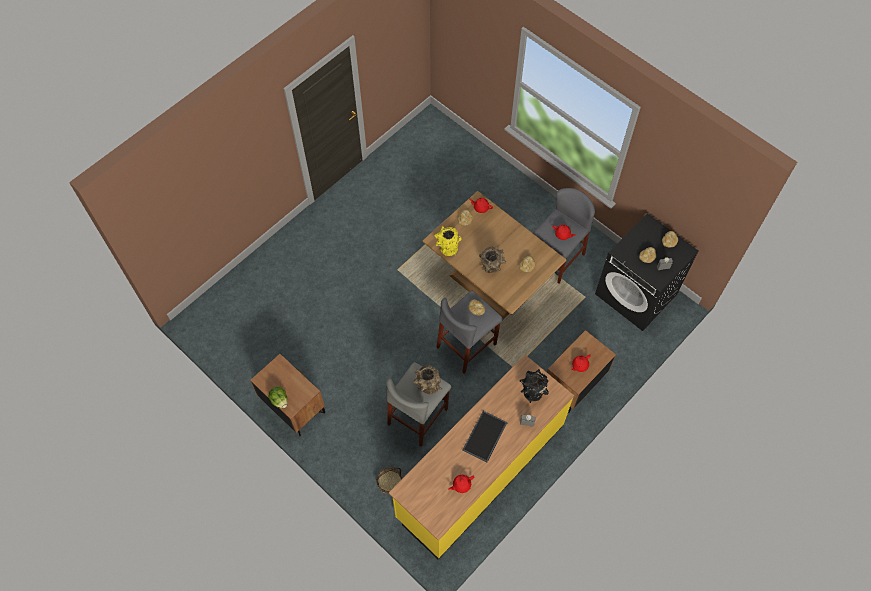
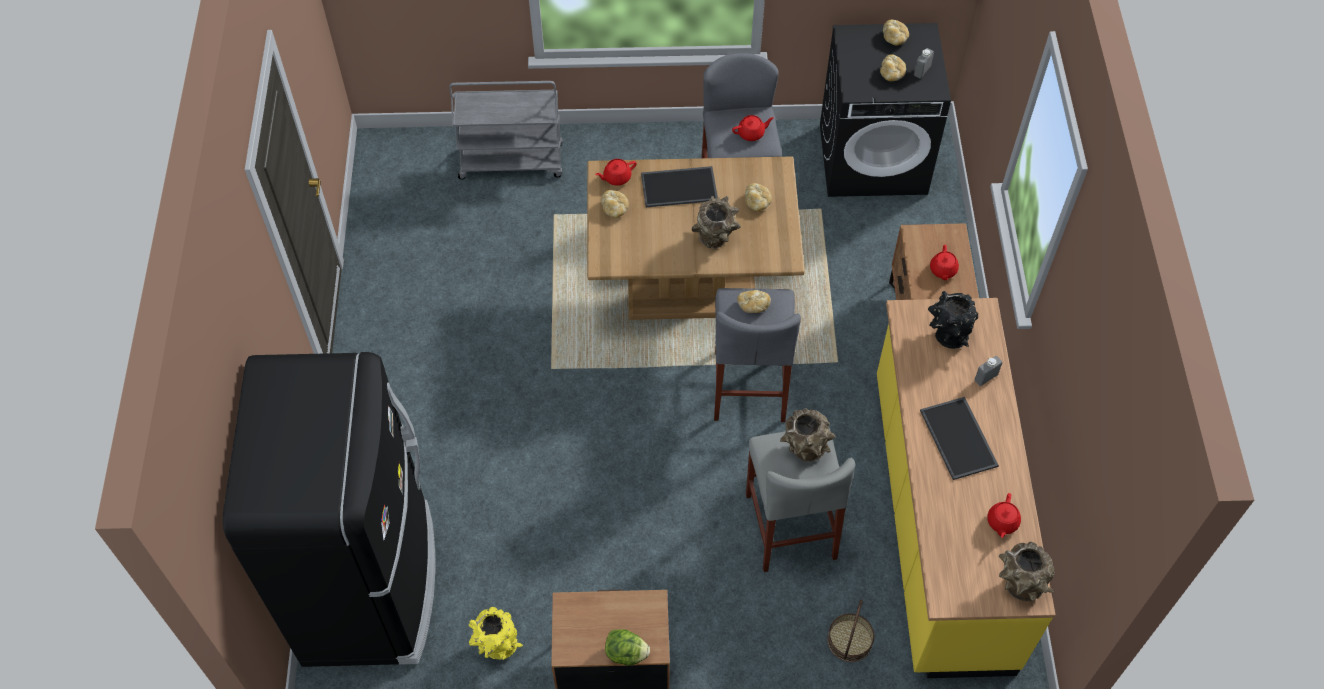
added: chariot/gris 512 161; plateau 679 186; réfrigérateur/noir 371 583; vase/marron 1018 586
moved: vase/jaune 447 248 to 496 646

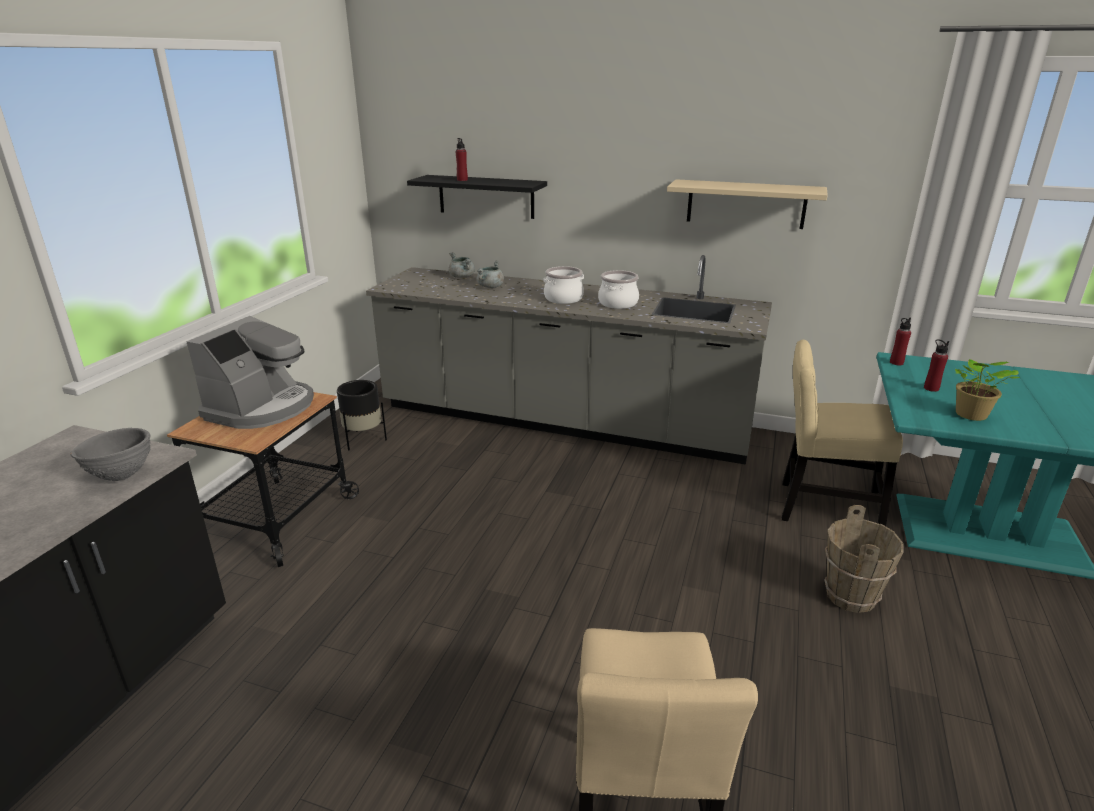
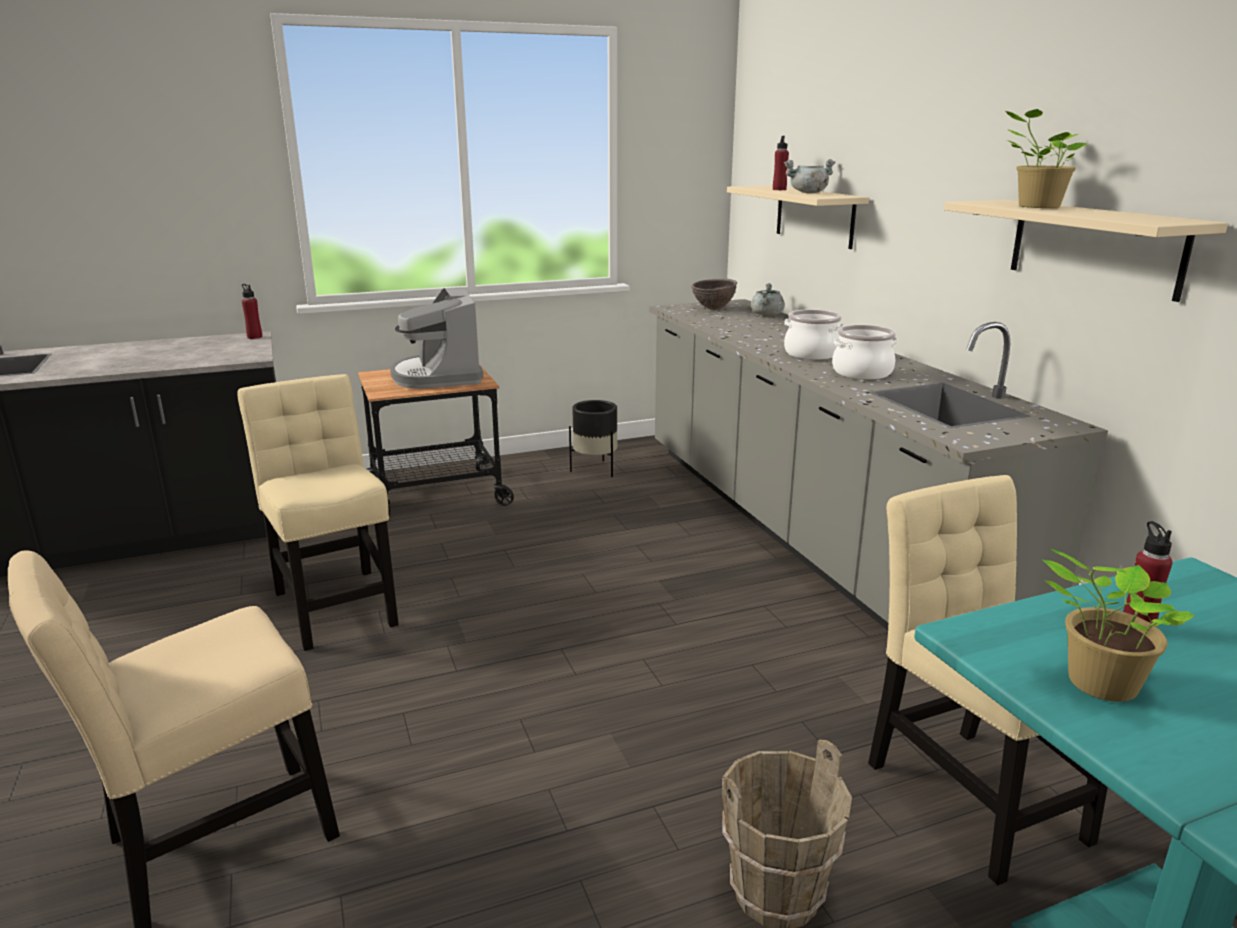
removed: bol/gris 122 476
added: plante en pot 1035 206; bol/marron 713 309; chaise/beige 335 604
moved: marmite/gris 490 287 to 808 193; bouteille/rouge 896 363 to 254 337
recoloured: étagère/noir 486 196 to étagère/beige 814 216
turned: machine à café 262 408 = 438 376 90 degrees clockwise

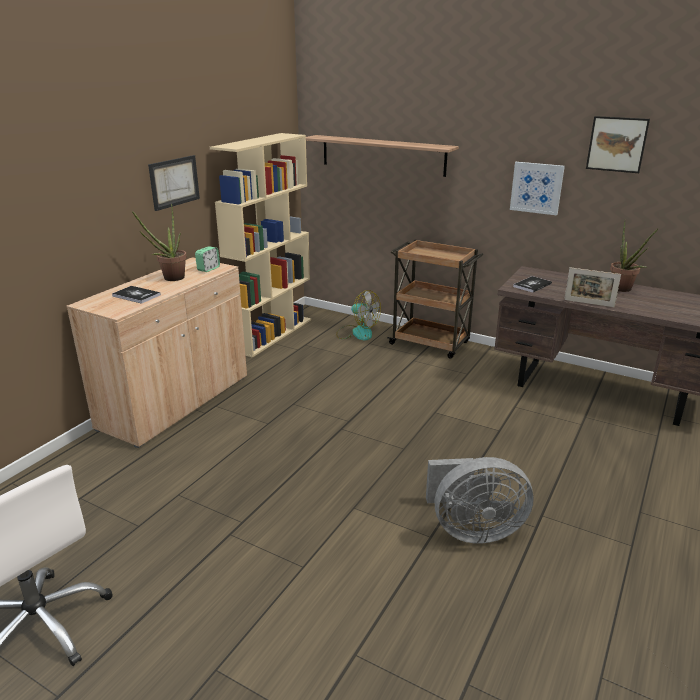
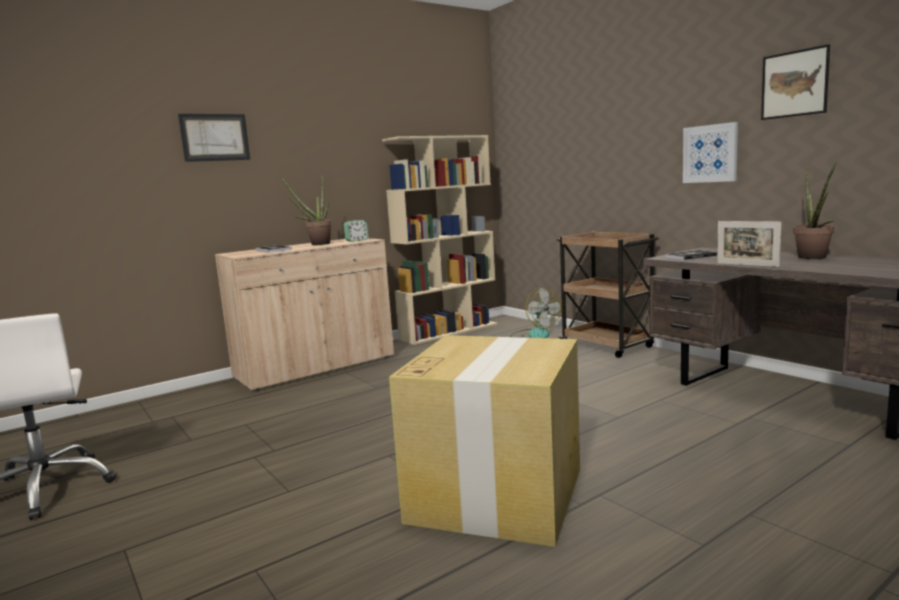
removed: étagère 382 155
moved: tableau 174 182 to 215 137
replaced: ventilateur/gris 472 530 to carton 497 493

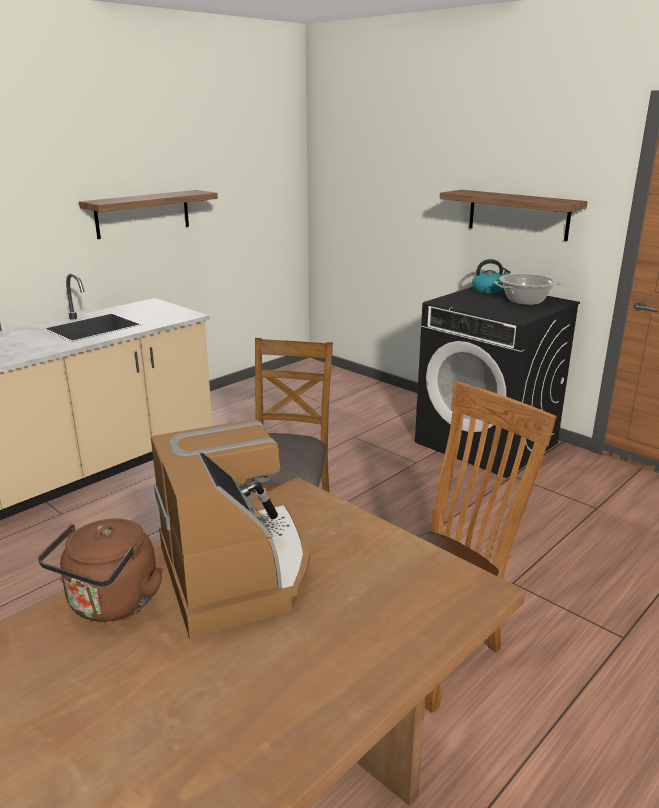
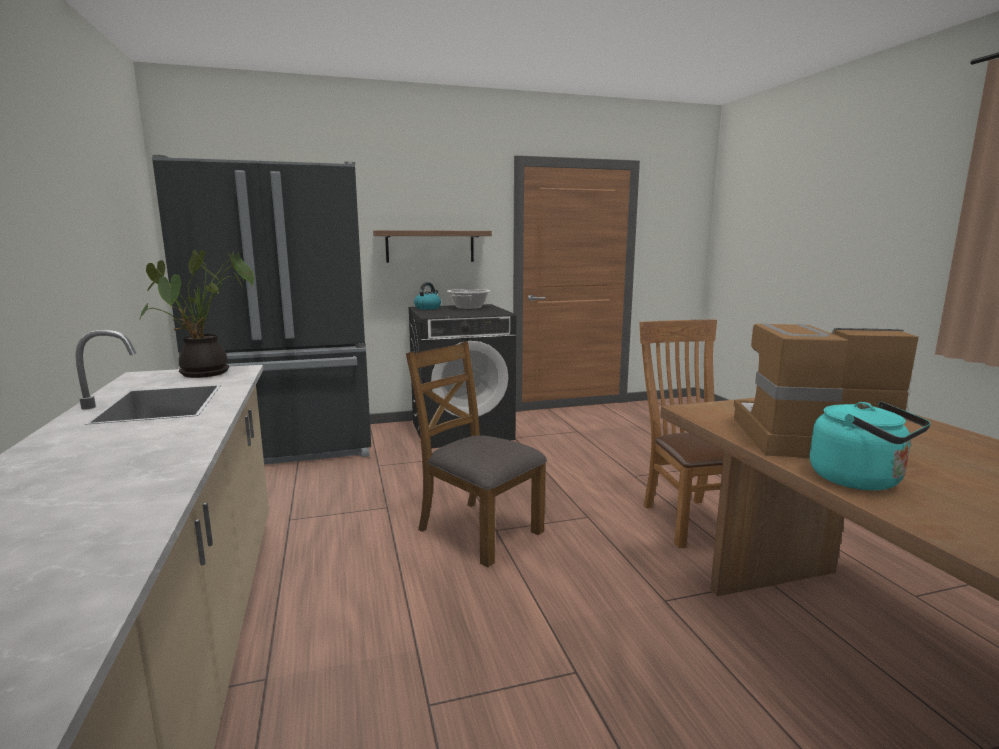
removed: étagère 143 214
added: réfrigérateur/noir 290 448; plante en pot 205 374
recoloured: bouilloire/marron 111 604 to bouilloire/turquoise 860 480

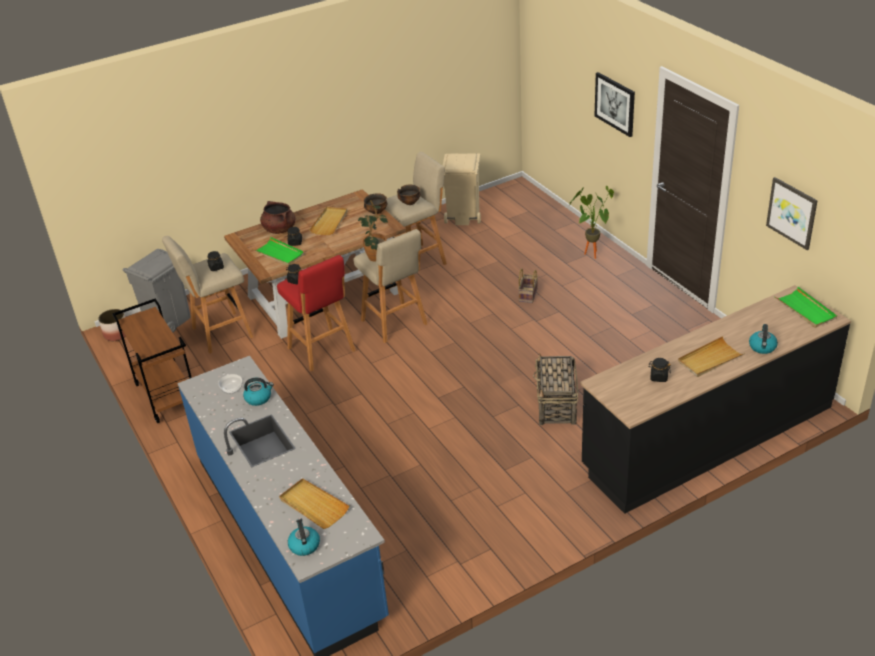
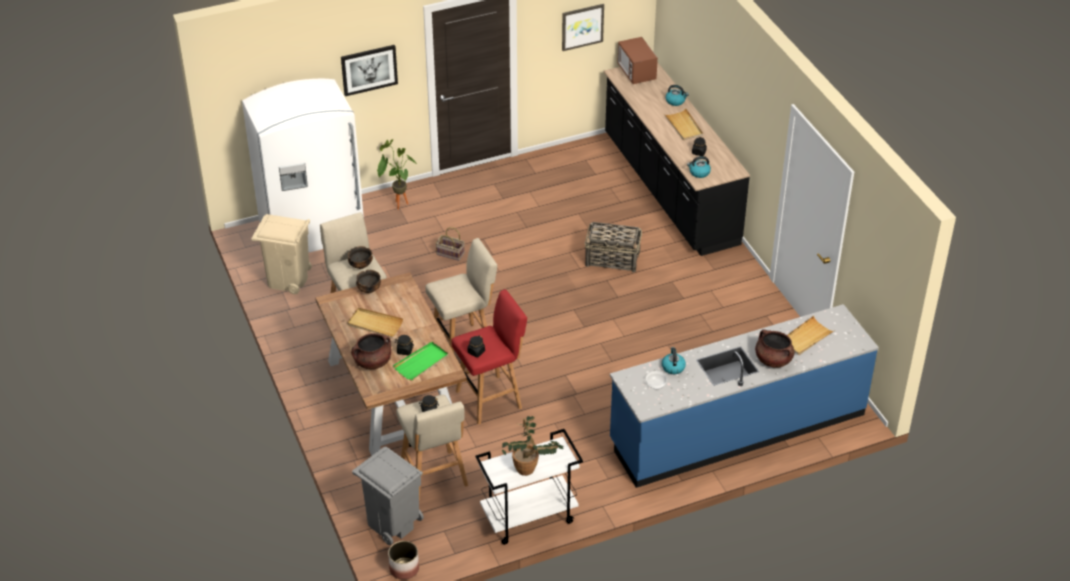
added: réfrigérateur/blanc 312 230; marmite/marron 773 360
moved: plante en pot 375 259 to 530 470; bouilloire 304 545 to 699 173
replaced: plateau/vert 805 309 to micro-ondes 636 73
recoloured: chariot/marron 166 395 to chariot/blanc 528 518

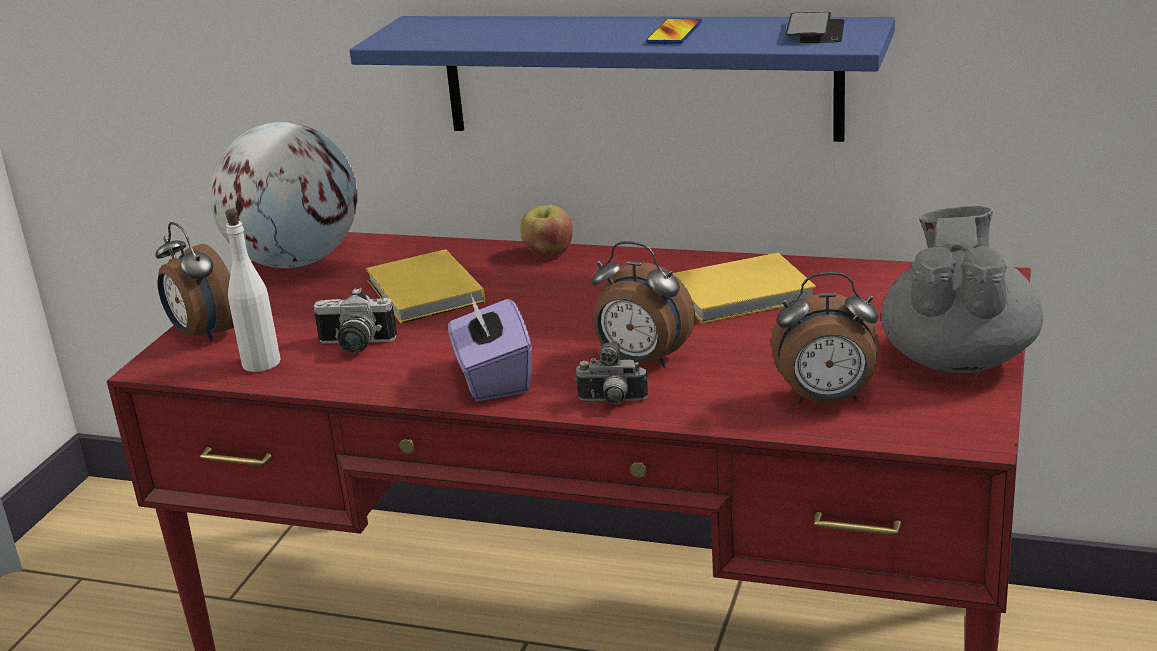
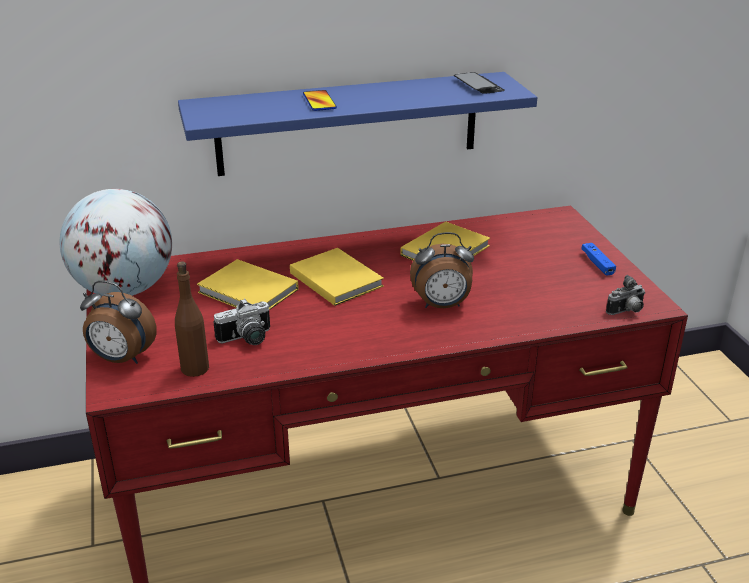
removed: pomme 548 253; réveil 826 400; boîte à mouchoirs/violet 493 379
added: livre/jaune 336 278
moved: téléphone 674 33 to 319 101; appareil photo 612 402 to 626 311
replaced: théière/gris 958 358 to manette/bleu 597 263
recoloured: bouteille/blanc 261 363 to bouteille/marron 194 368

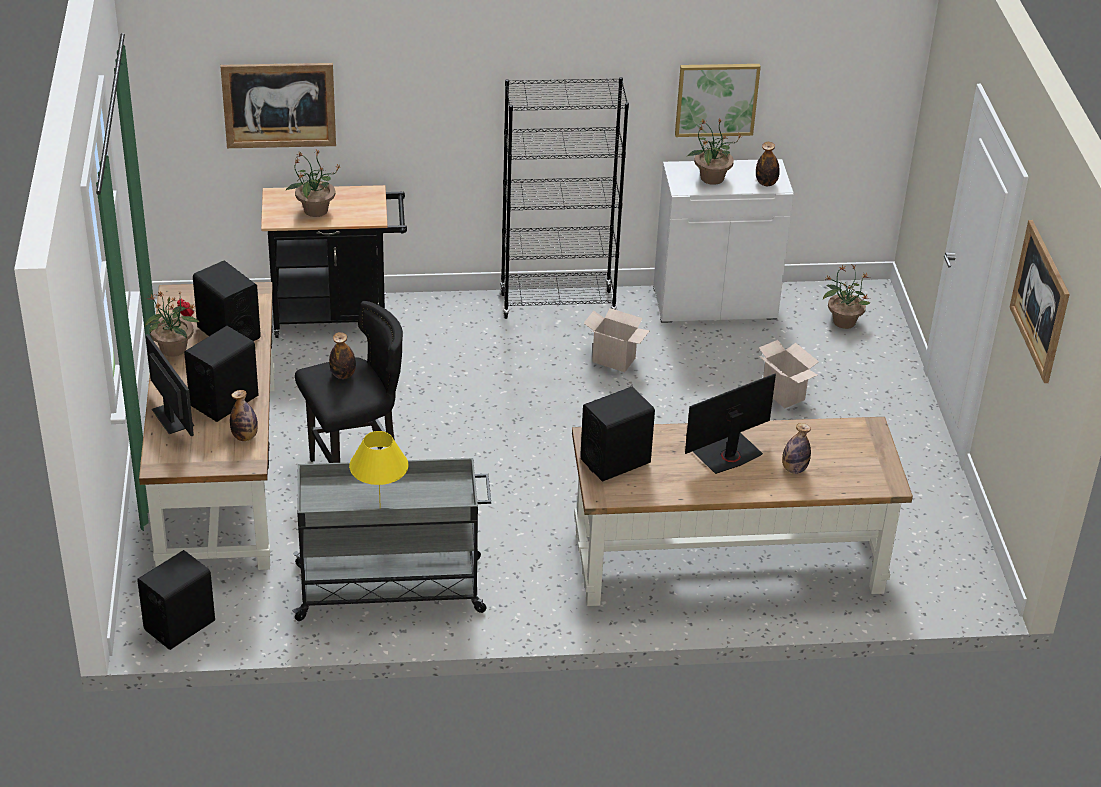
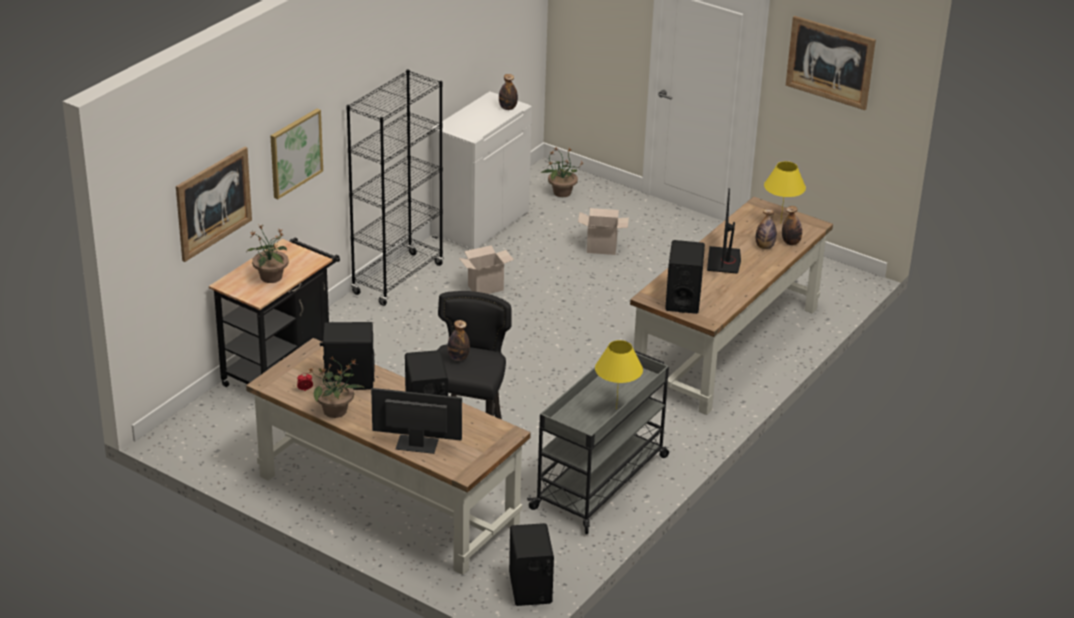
removed: plante en pot 711 178
added: lampe de table/jaune 780 224
moved: tableau 716 99 to 295 153; bouteille 245 437 to 791 242

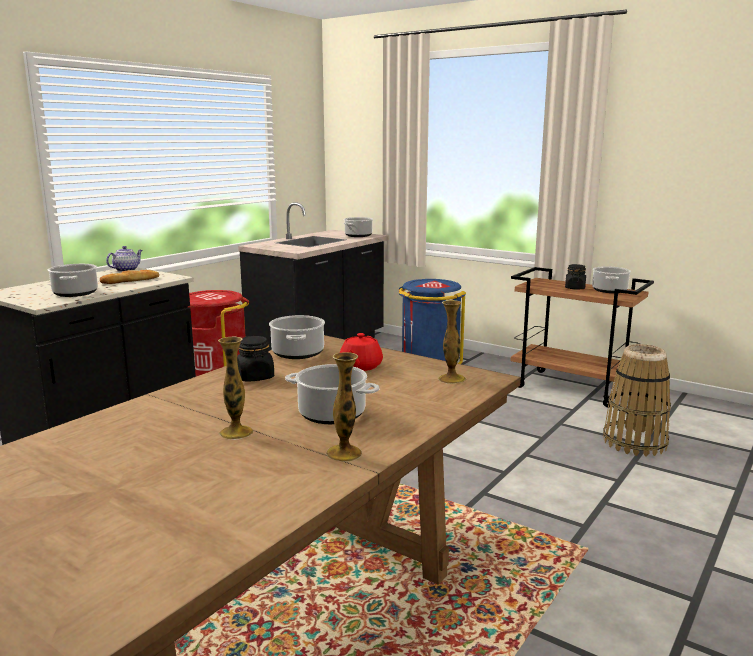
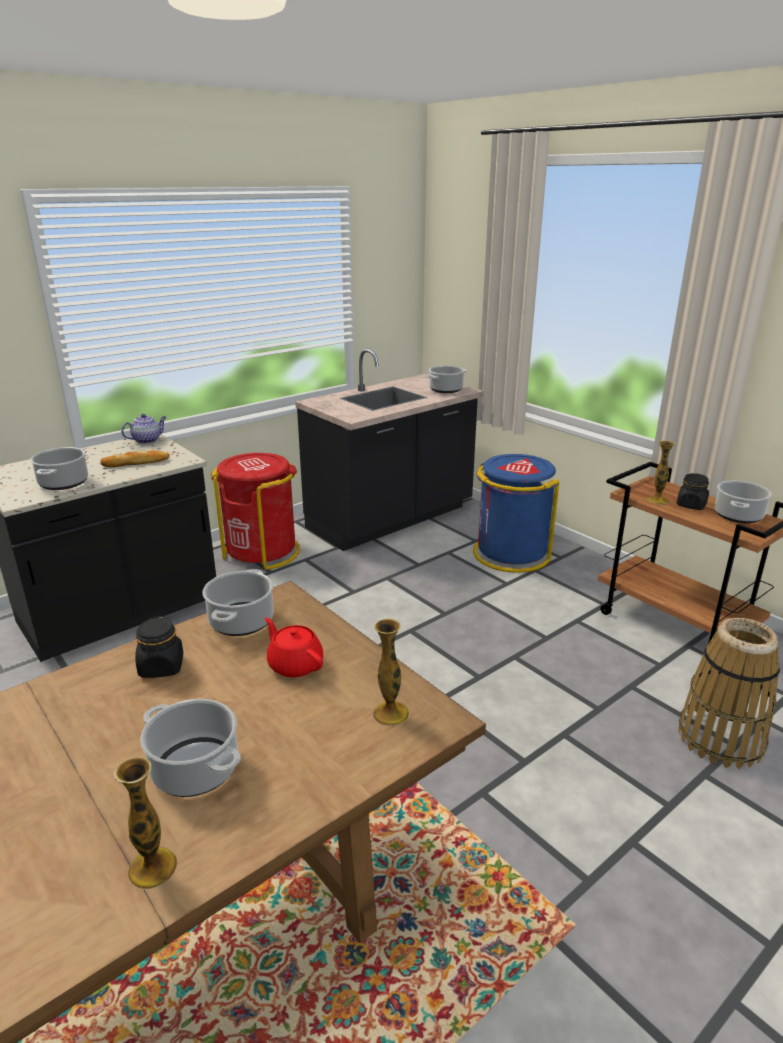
moved: vase 236 433 to 657 500
turned: théière/rouge 360 367 = 295 664 105 degrees clockwise

